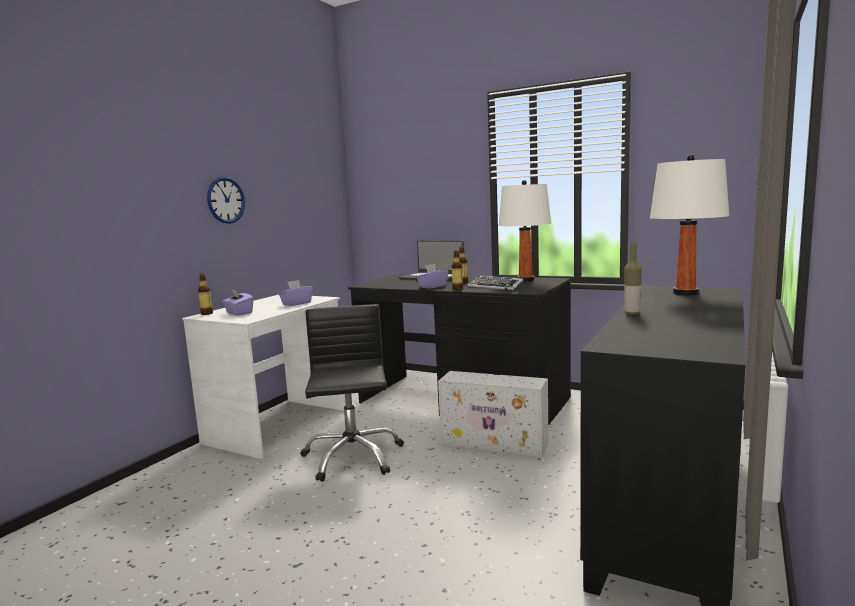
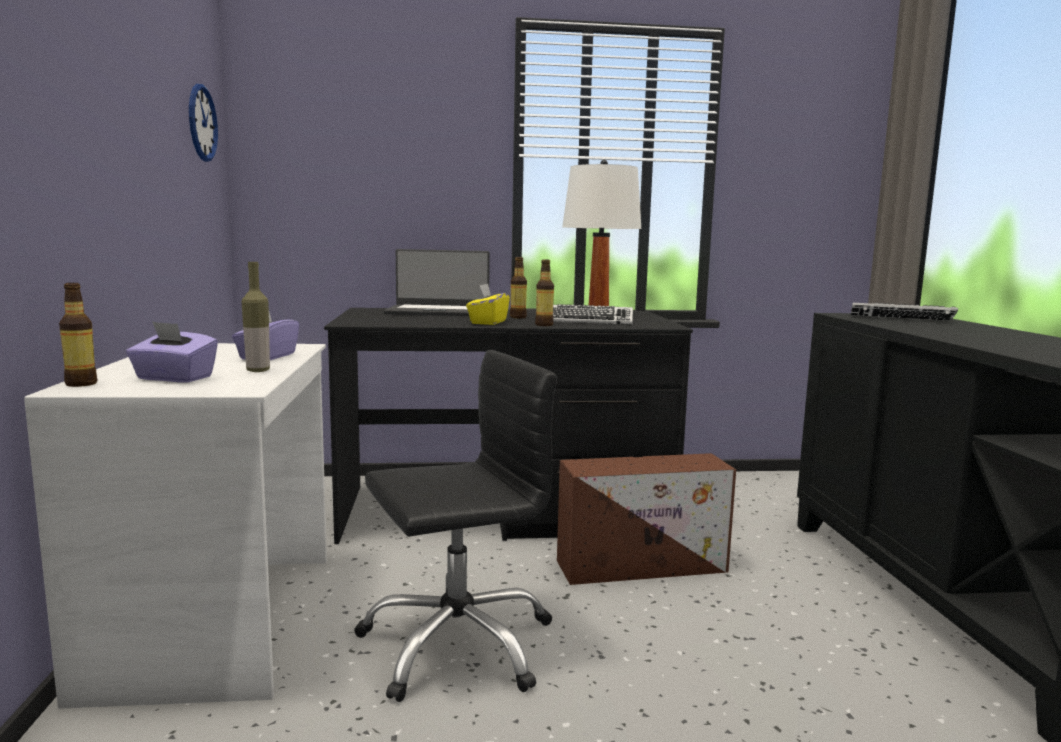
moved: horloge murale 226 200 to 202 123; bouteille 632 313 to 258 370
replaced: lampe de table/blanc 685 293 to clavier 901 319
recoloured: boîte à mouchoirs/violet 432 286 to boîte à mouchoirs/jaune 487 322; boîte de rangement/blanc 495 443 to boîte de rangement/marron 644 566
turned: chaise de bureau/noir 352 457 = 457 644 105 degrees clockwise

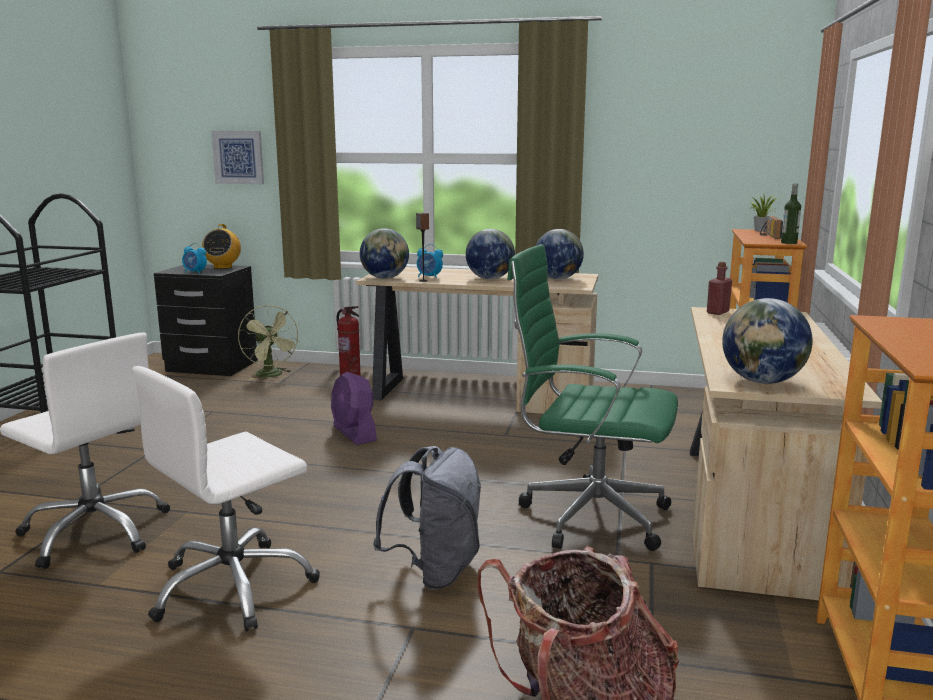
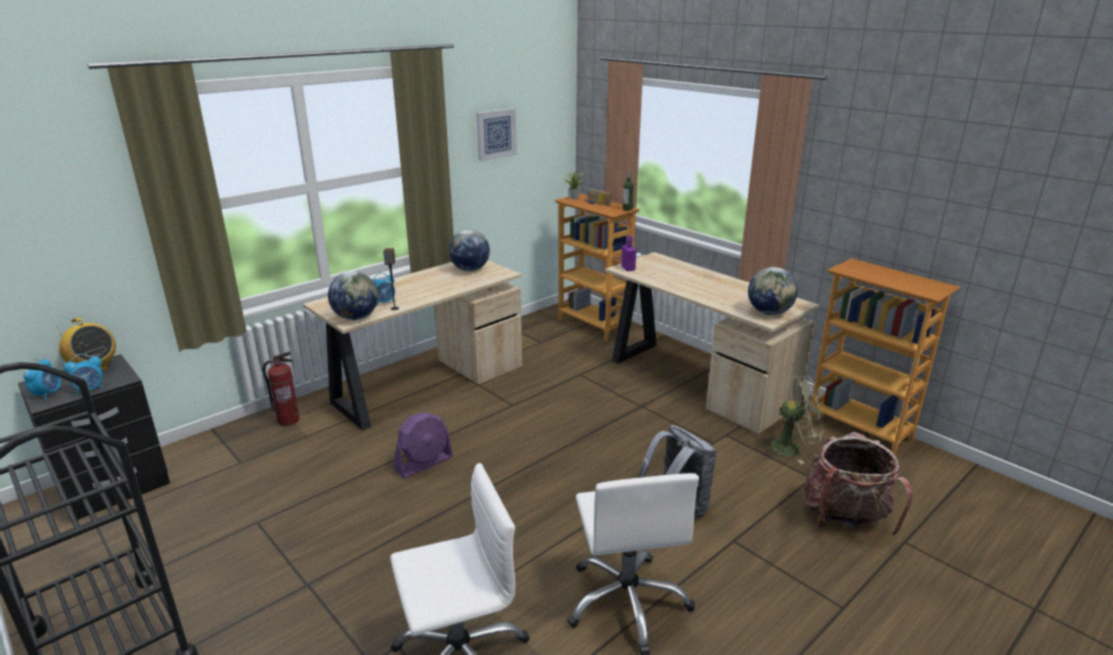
removed: globe 490 278; chaise de bureau/vert 587 516
added: réveil 48 394
moved: tableau 238 157 to 496 134; ventilateur/vert 272 375 to 792 448
recoloured: bouteille/rouge 717 312 to bouteille/violet 628 268
turned: ventilateur/violet 354 433 = 424 463 45 degrees counterclockwise

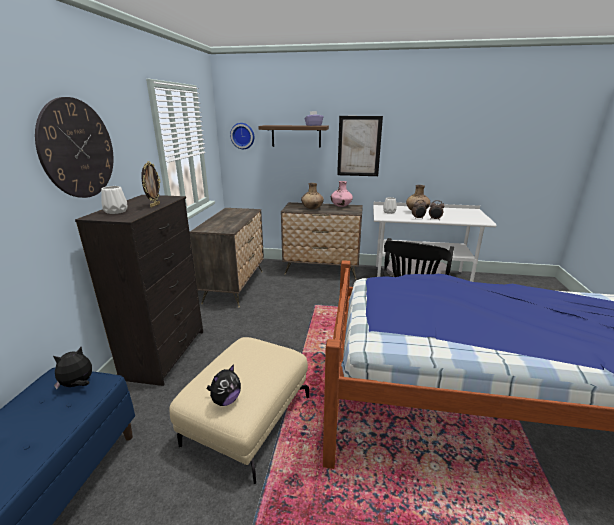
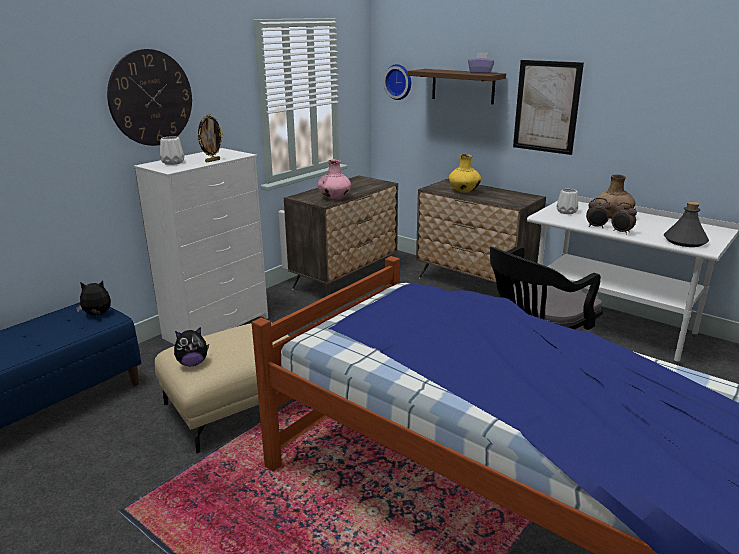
added: bouteille/gris 685 241
moved: vase/rose 341 206 to 334 198
recoloured: vase/marron 312 208 to vase/jaune 463 191; commode/noir 166 353 to commode/blanc 218 327

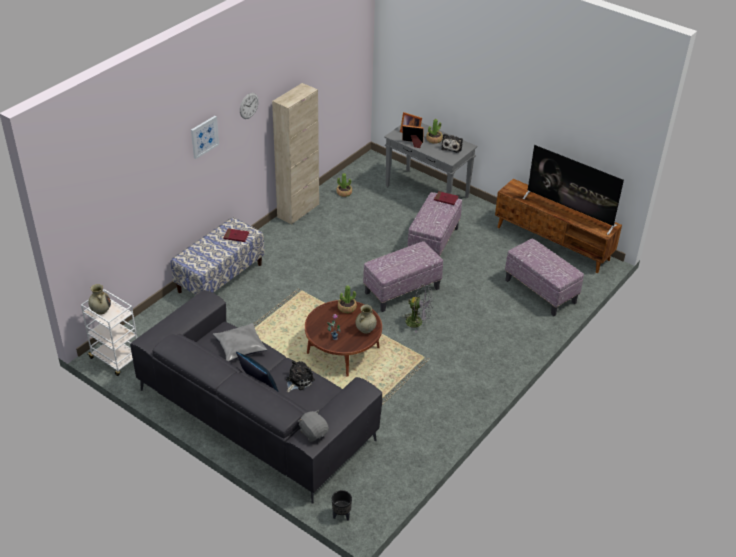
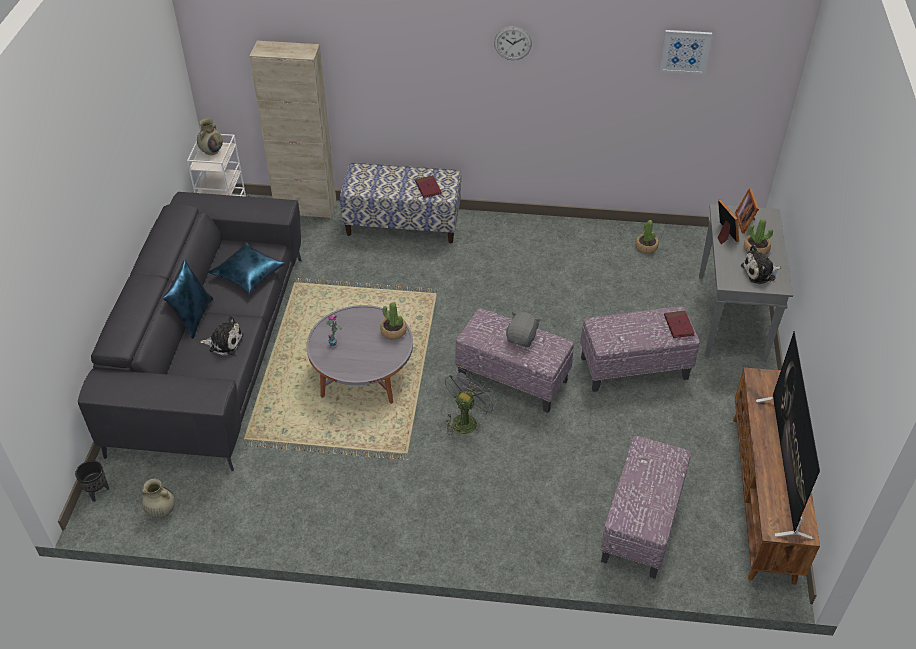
moved: meuble de rangement/beige 298 211 to 306 208; tableau 204 136 to 685 51; vase/beige 365 330 to 161 511; peluche/gris 313 432 to 522 338
recoloured: table basse/marron 343 350 to table basse/gris 363 374; coussin/gris 240 347 to coussin/bleu 248 274
turned: ventilateur/gris 418 322 = 466 419 135 degrees counterclockwise

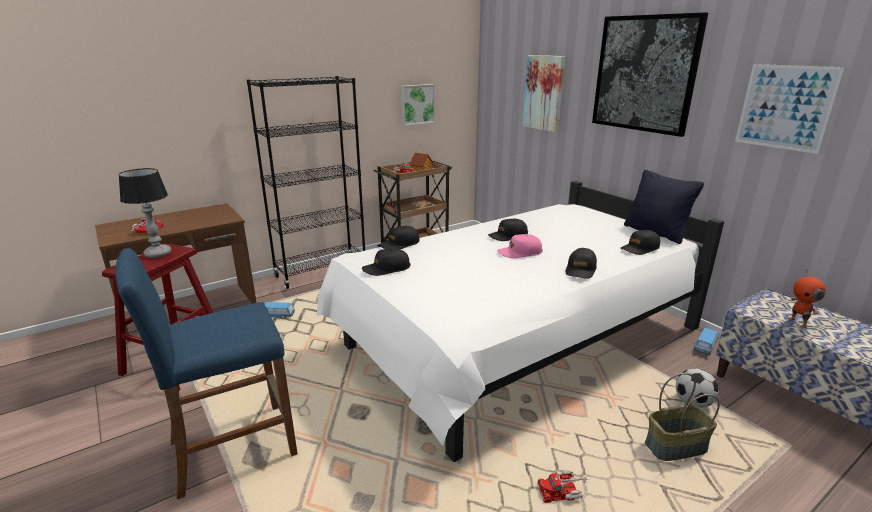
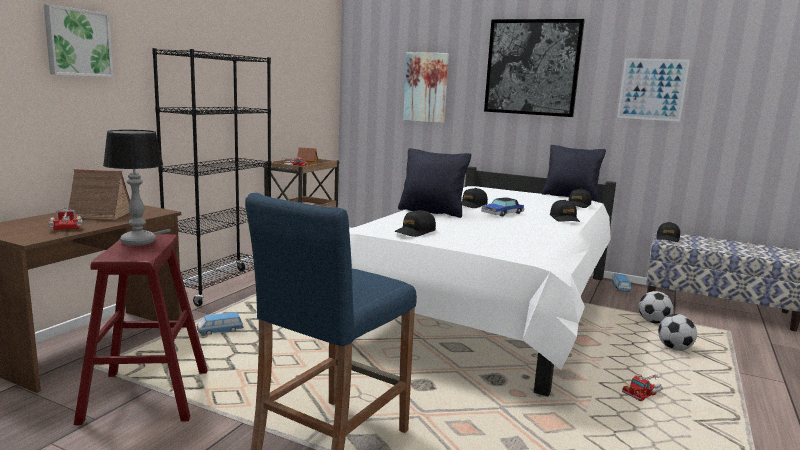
removed: robot jouet 798 323
added: coussin/noir 432 212; maison miniature 97 215
moved: tableau 417 104 to 77 42; casquette/noir 399 244 to 667 238
replaced: casquette/rose 519 253 to petite voiture 502 213; panier 676 447 to ballon de foot 674 348

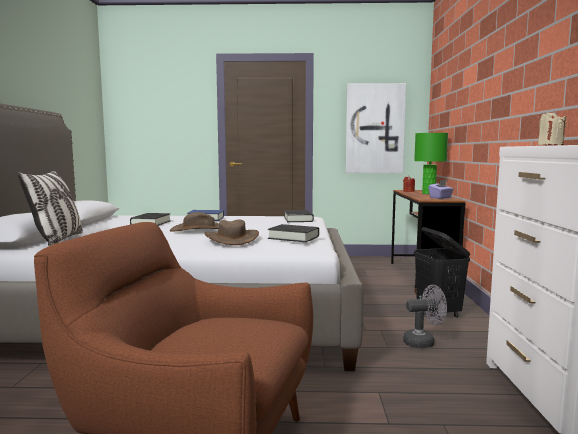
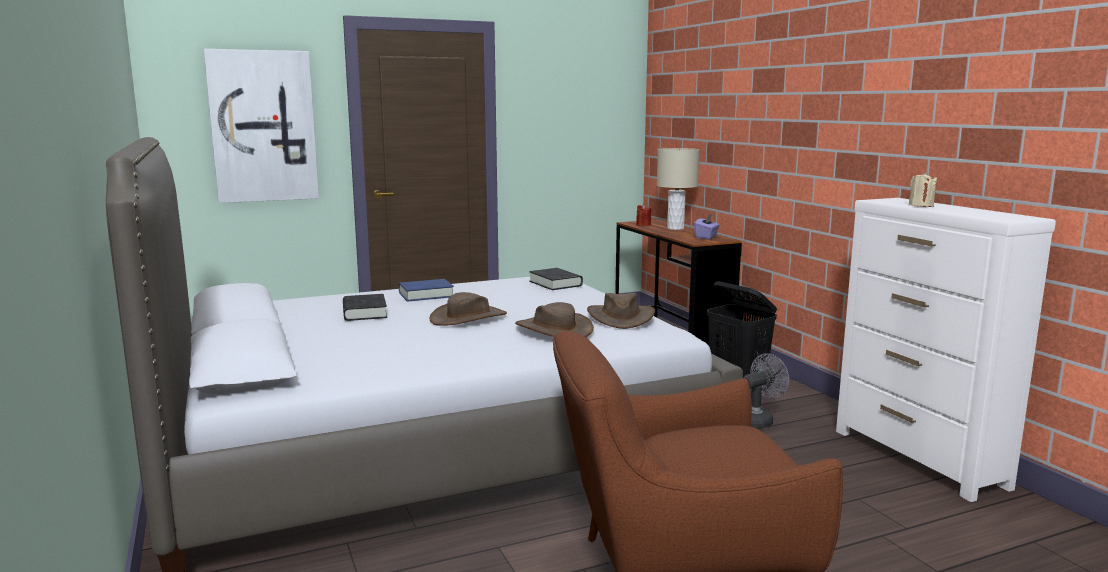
removed: coussin 57 240
moved: tableau 374 128 to 263 126
replaced: livre/noir 293 237 to chapeau/marron 620 317
recoloured: lampe de table/vert 428 193 to lampe de table/beige 675 228

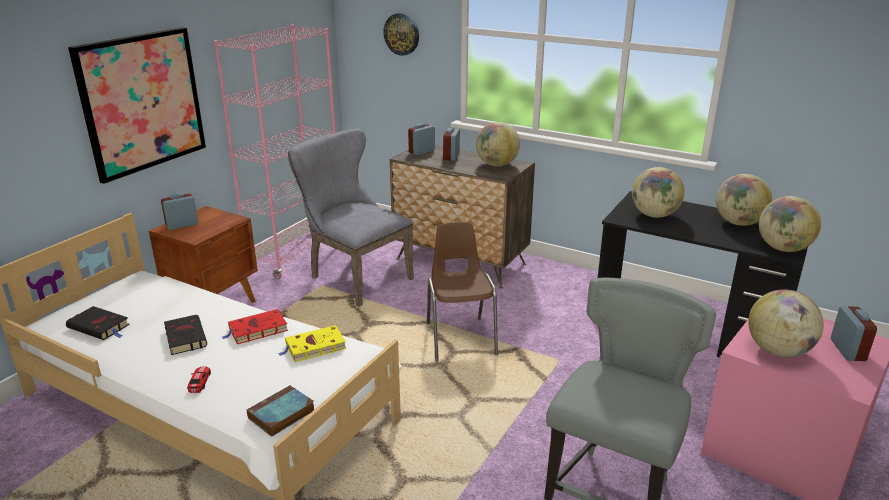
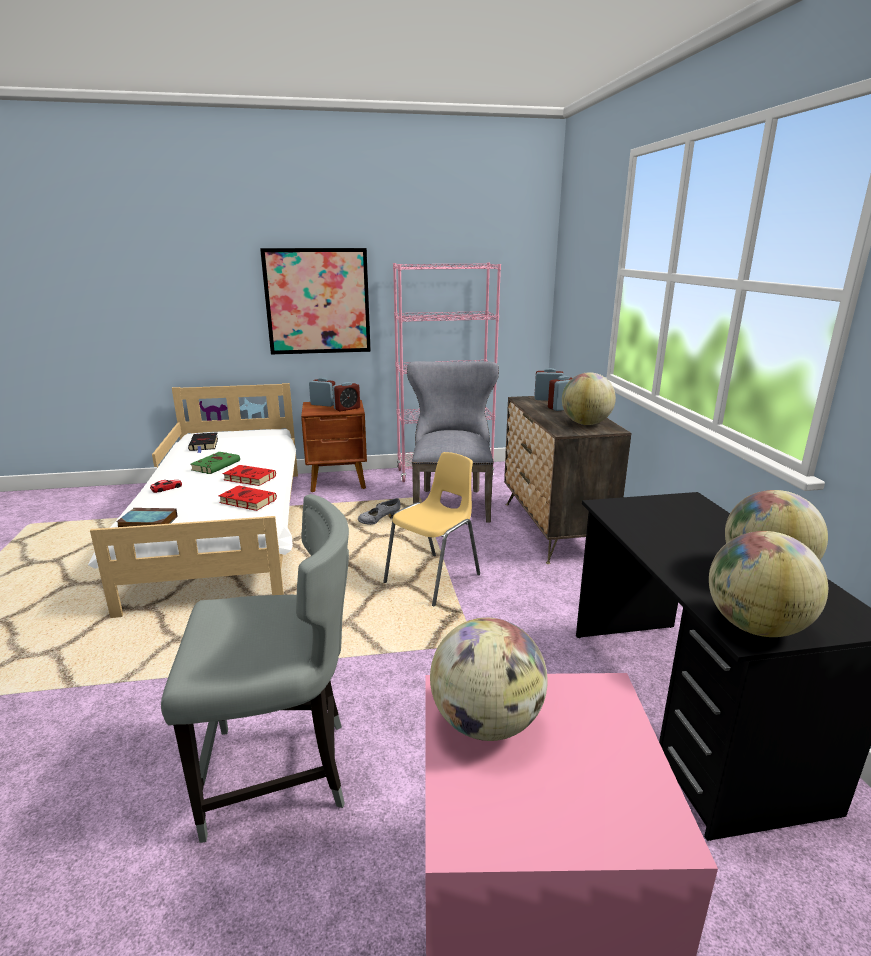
removed: horloge murale 401 34; globe 654 215
added: chaussure/gris 379 521
moved: réveil 847 350 to 347 408
recoloured: chaise/marron 460 338 to chaise/jaune 434 579; livre/noir 185 337 to livre/vert 216 465; livre/jaune 314 347 to livre/rouge 246 501

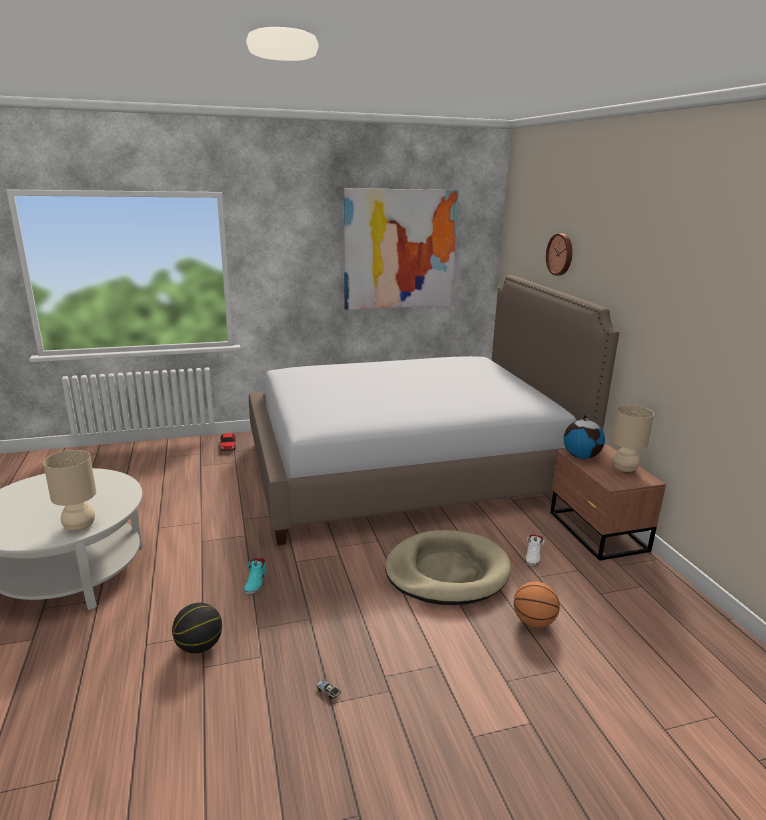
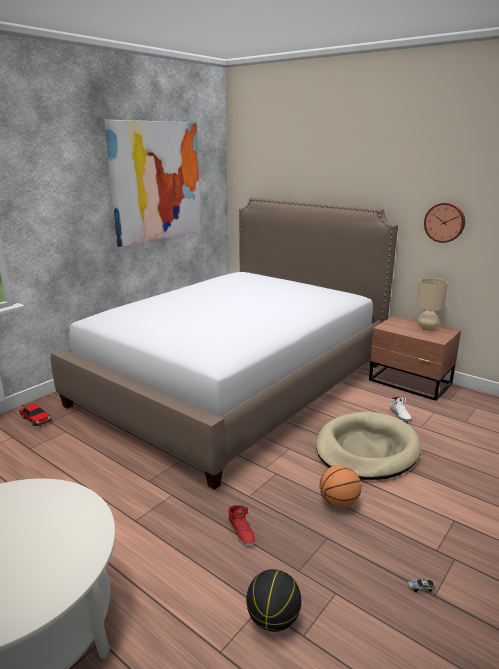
removed: globe 581 456; lampe de table/beige 79 526
moved: horloge murale 560 254 to 445 222; ballon de basket 533 622 to 338 503
recoloured: chaussure/turquoise 256 583 to chaussure/rouge 242 532

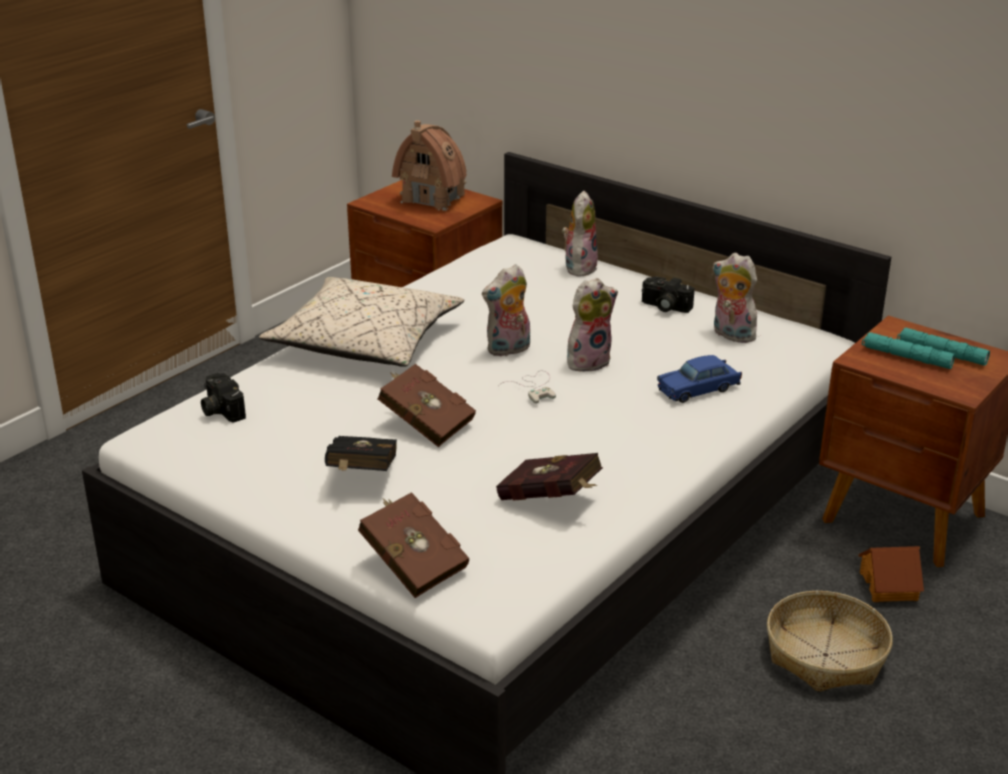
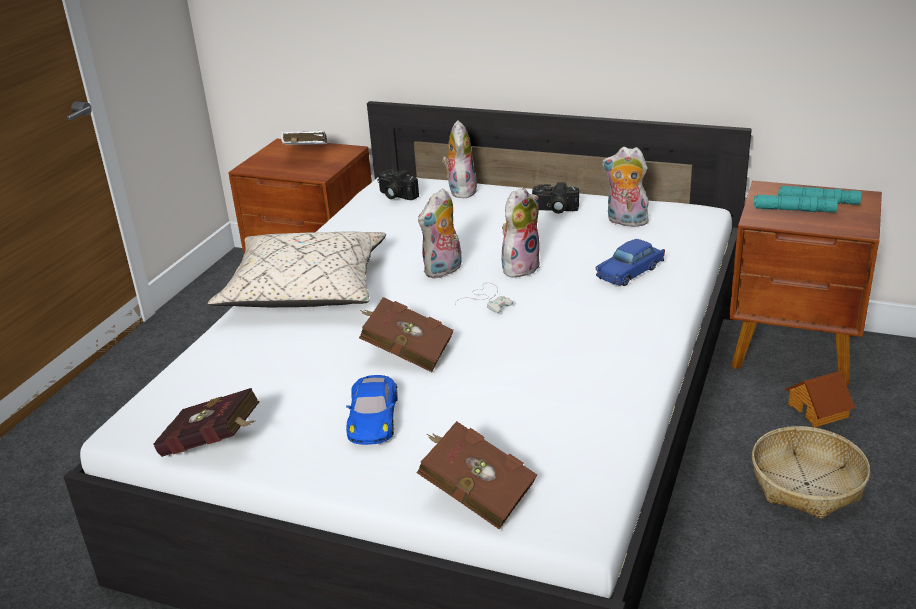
moved: appareil photo 220 410 to 395 195; livre/rouge 552 500 to 215 445
replaced: maison miniature 433 198 to livre/blanc 306 155; livre/noir 361 476 to petite voiture/bleu 373 417

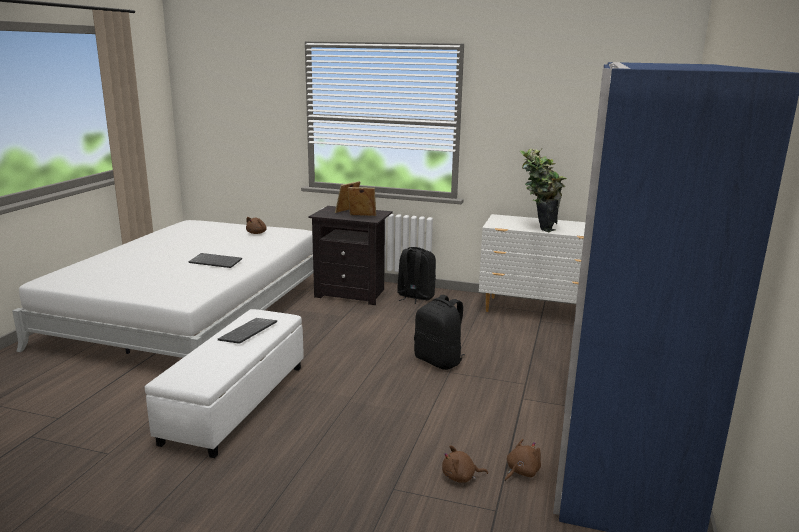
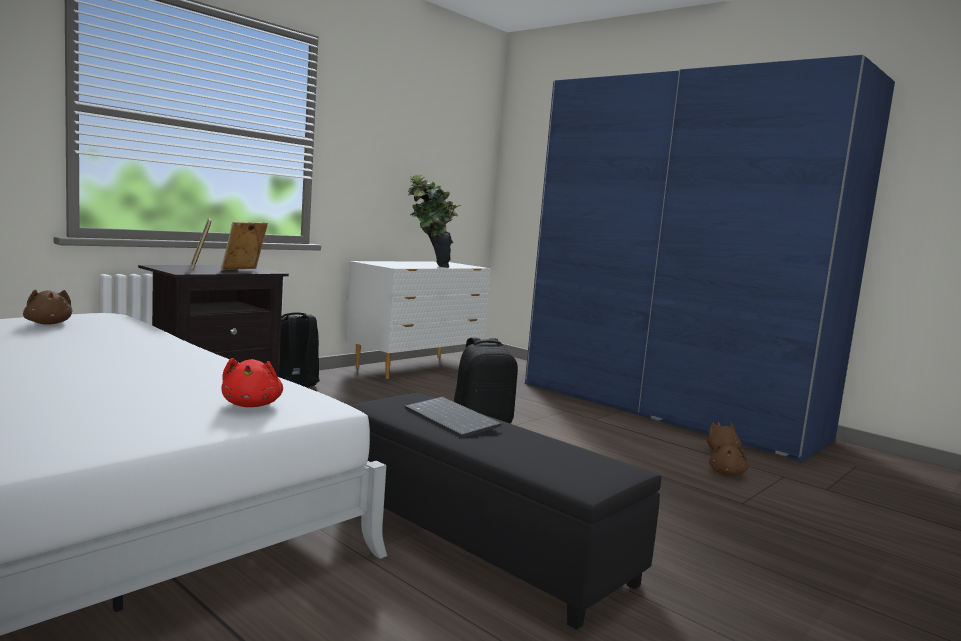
removed: clavier 216 261
added: peluche/rouge 252 405
recoloured: pouf/blanc 237 403 to pouf/noir 481 540

